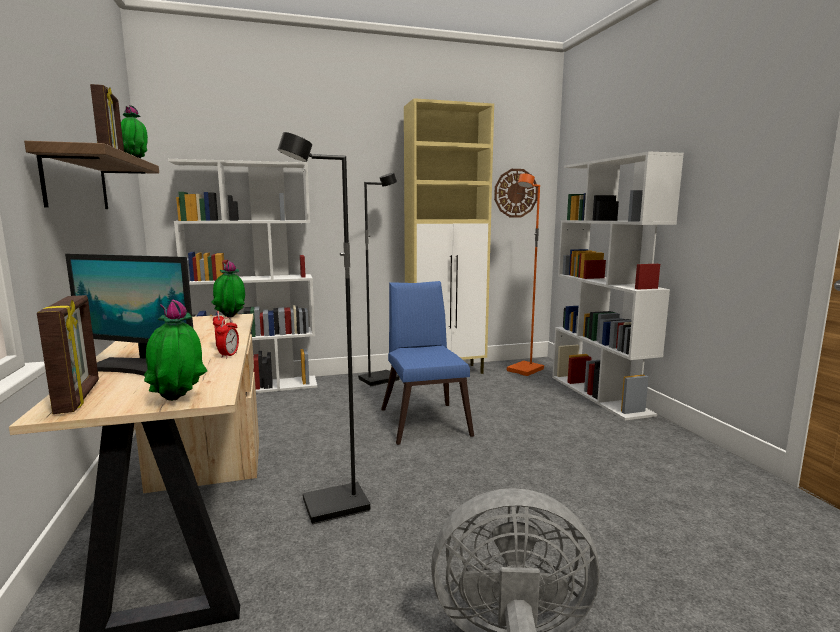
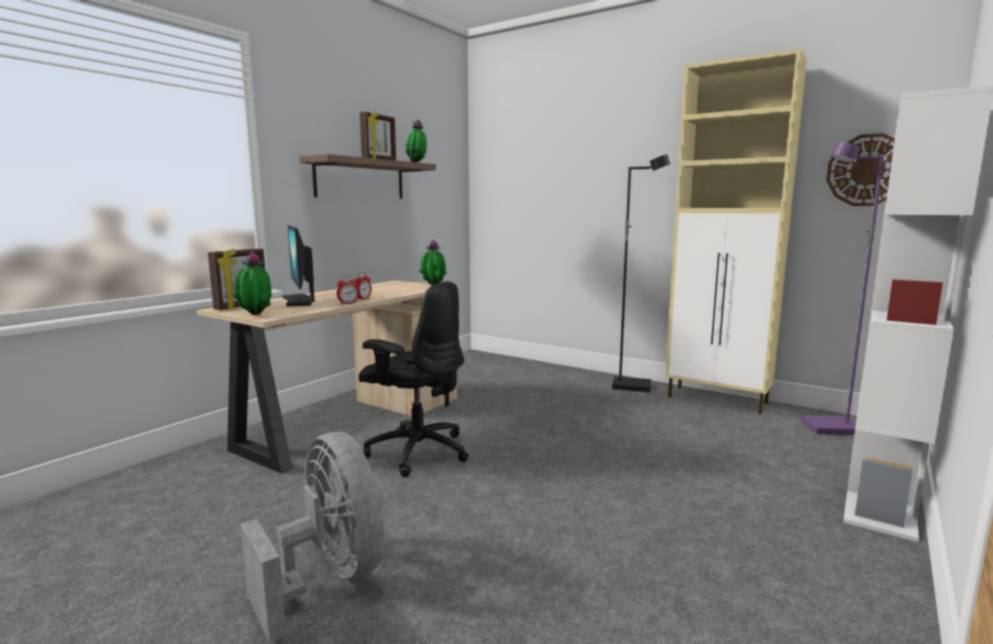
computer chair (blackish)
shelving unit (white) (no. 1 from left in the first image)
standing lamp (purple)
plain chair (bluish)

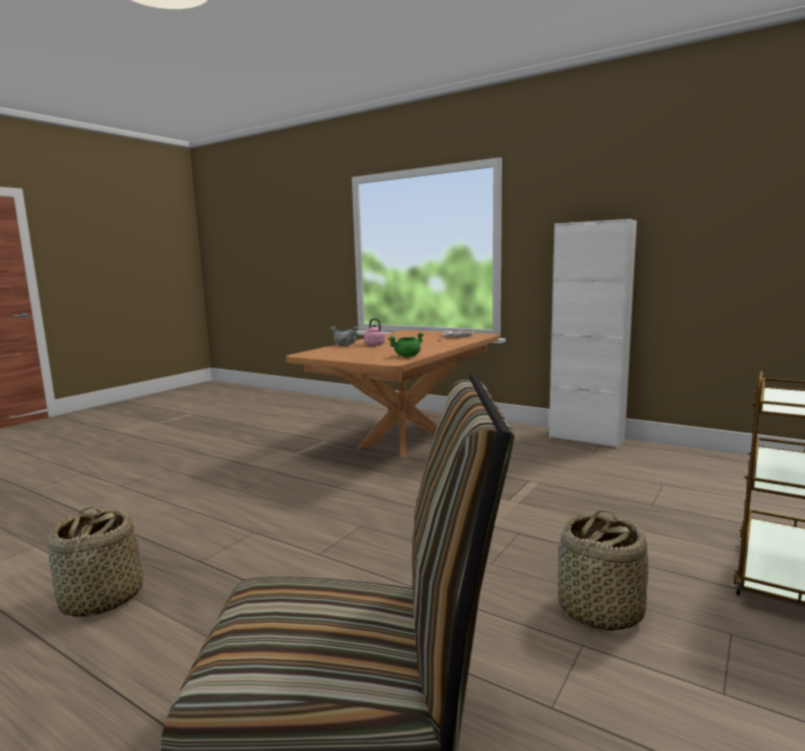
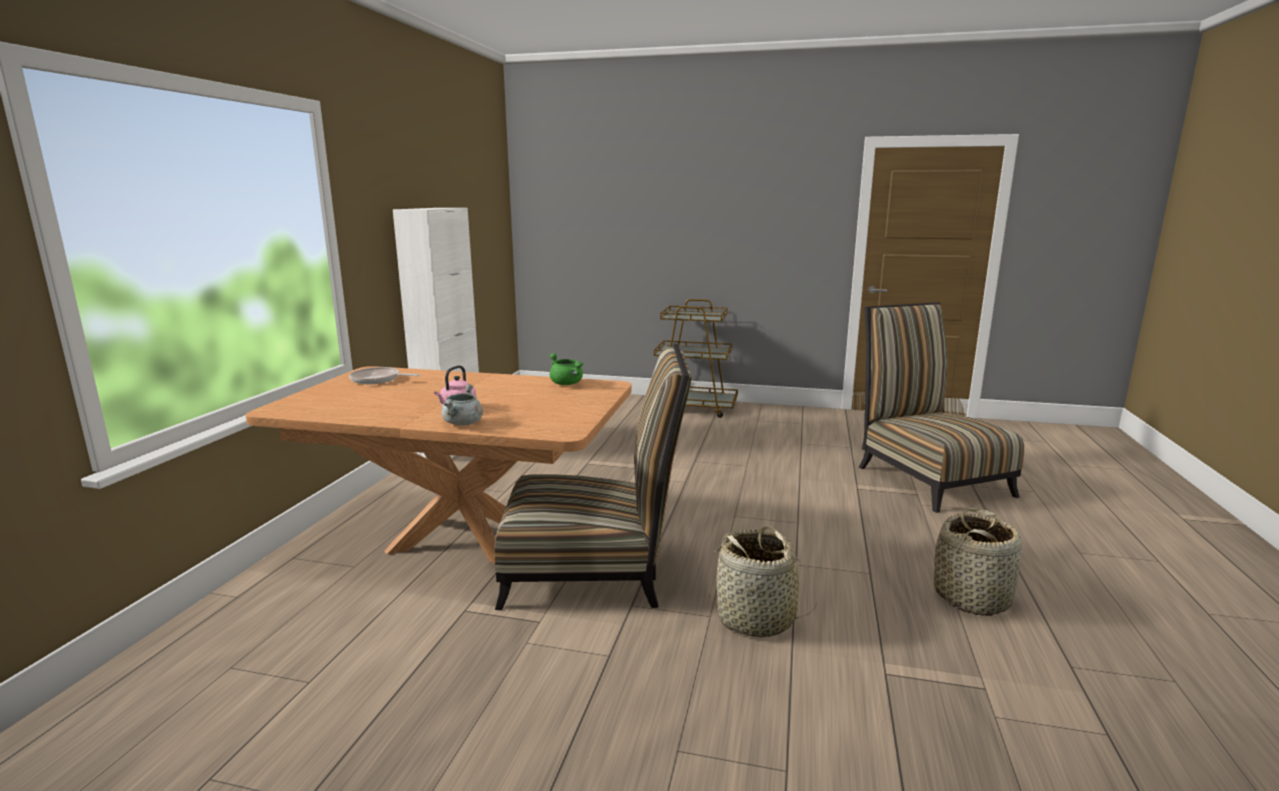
basket (no. 1 from left)
plain chair (no. 1 from left)

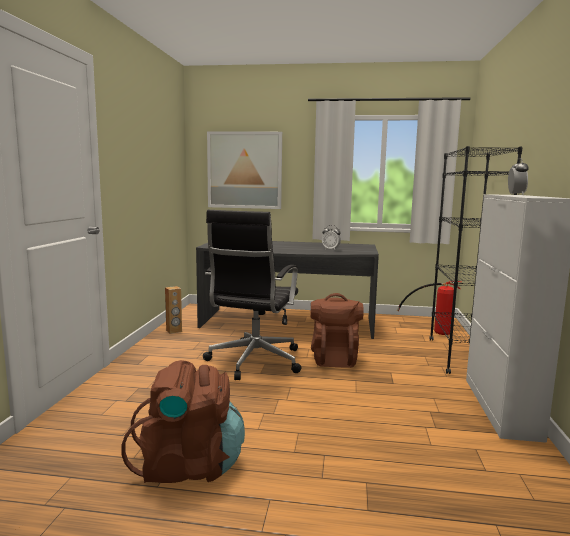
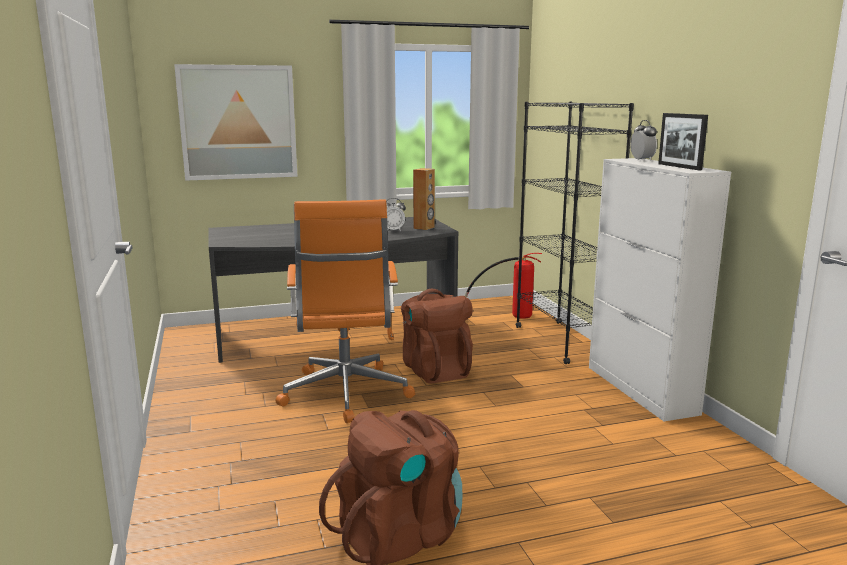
computer chair (orange-coloured)
audio speaker (brown)
photo frame

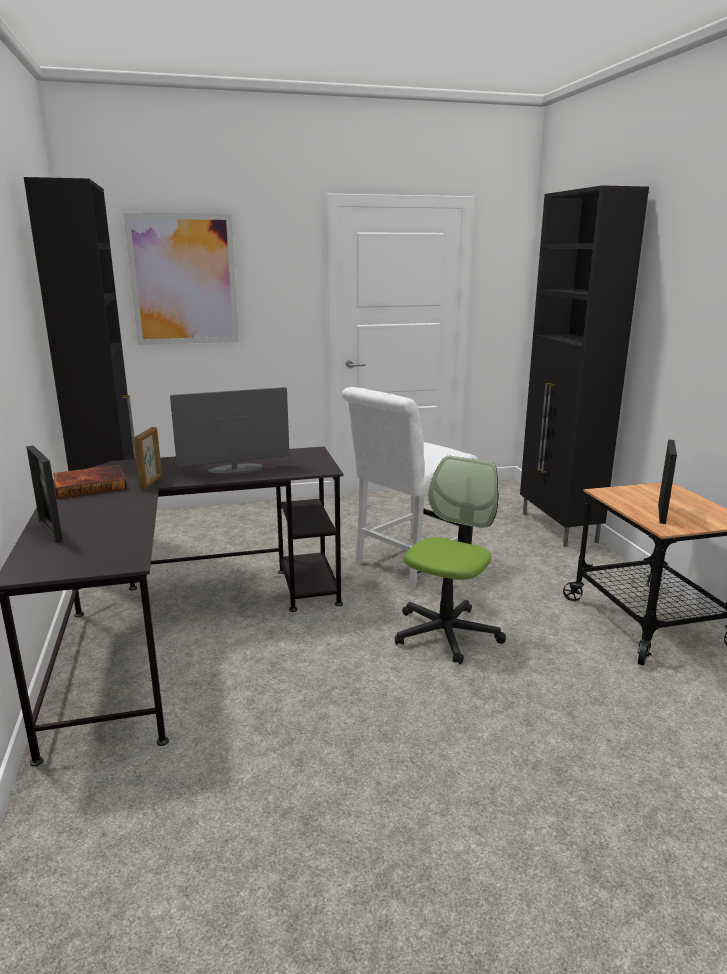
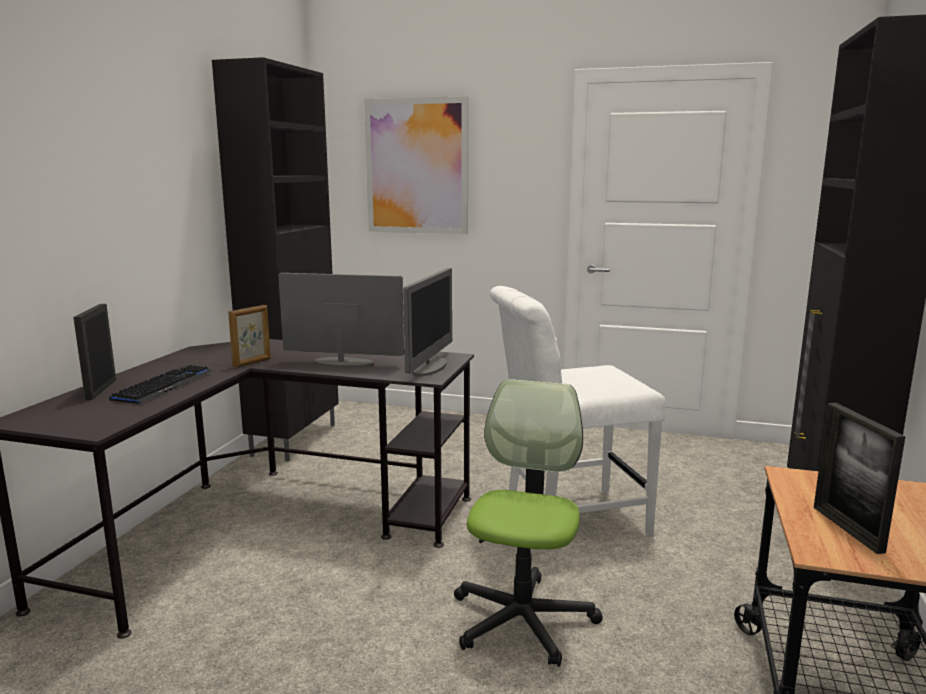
photo frame (no. 3 from left)
computer chair
book
computer screen (no. 2 from left)
computer keyboard

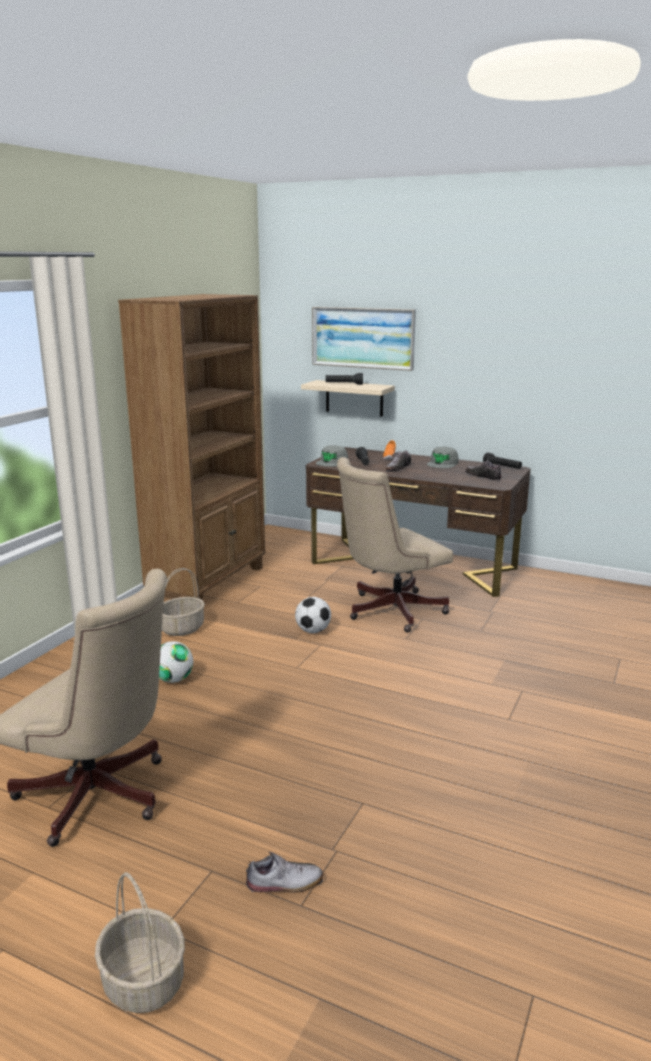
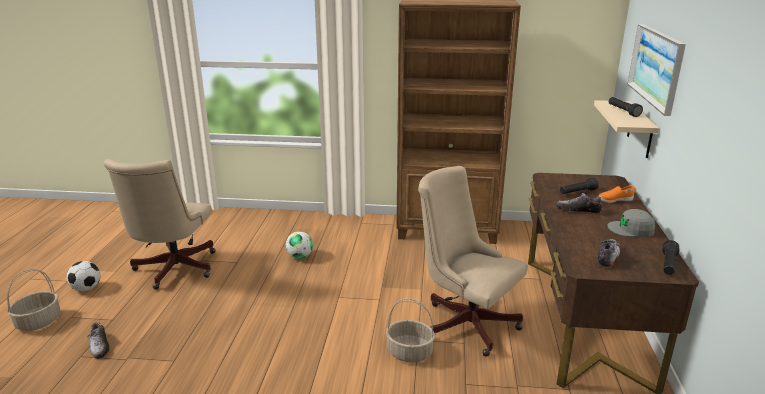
baseball cap (gray) (no. 1 from left in the first image)
basket (no. 2 from left)
football ball (no. 1 from left)

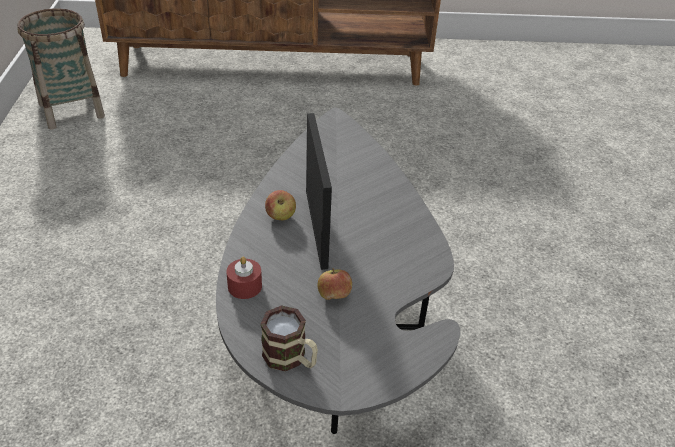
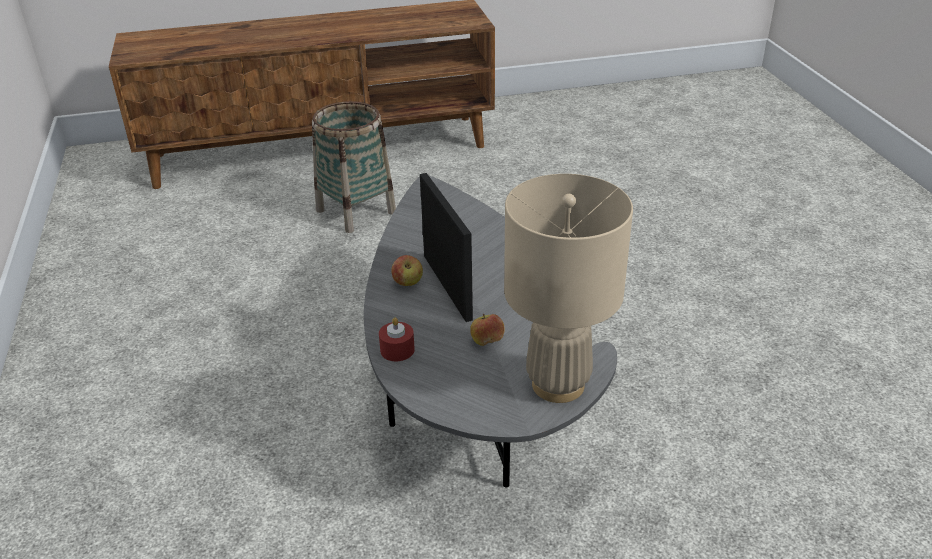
basket
mug
lamp for a table (beige-coloured)

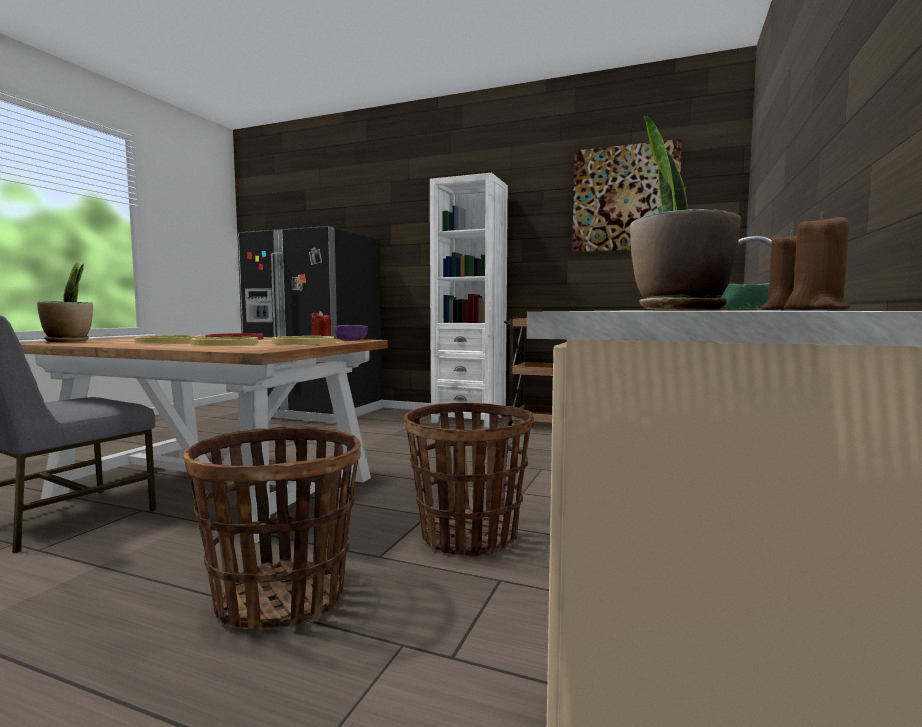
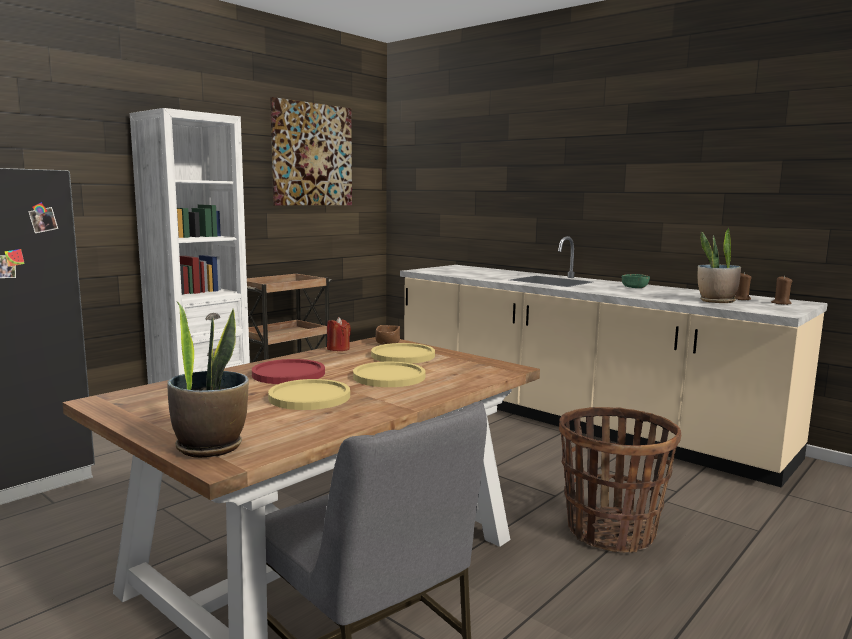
serving bowl (brown)
basket (no. 2 from left in the first image)

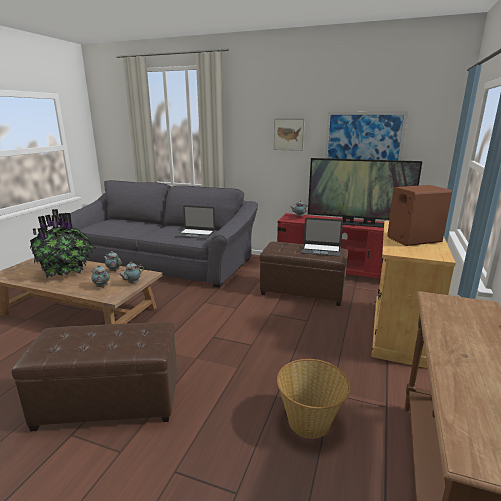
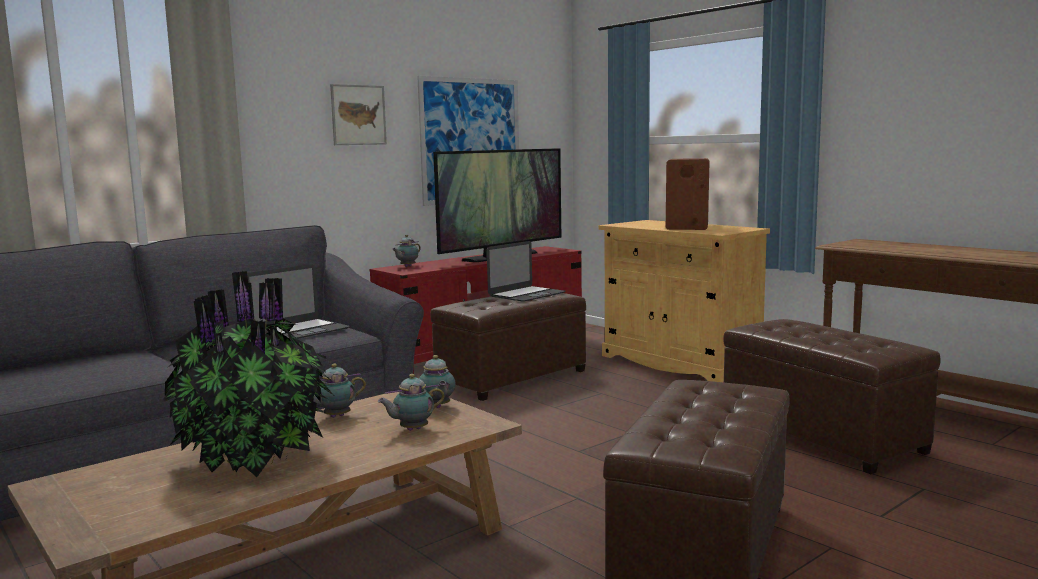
ottoman (brown) (no. 3 from left)

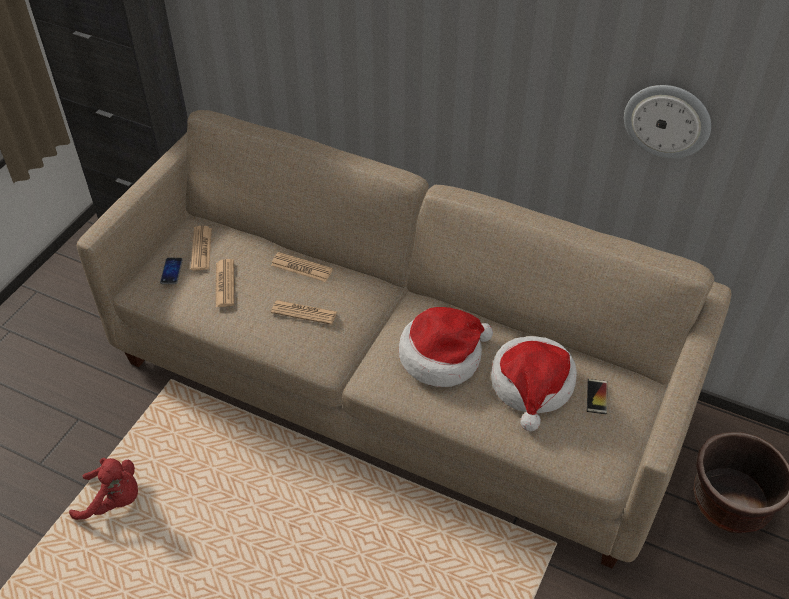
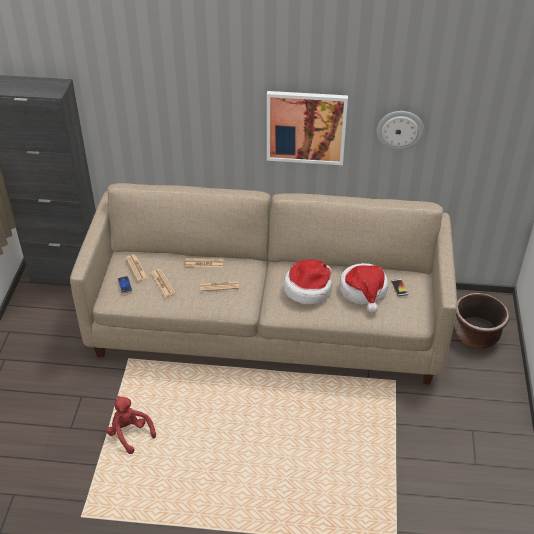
soft toy (red)
wall picture

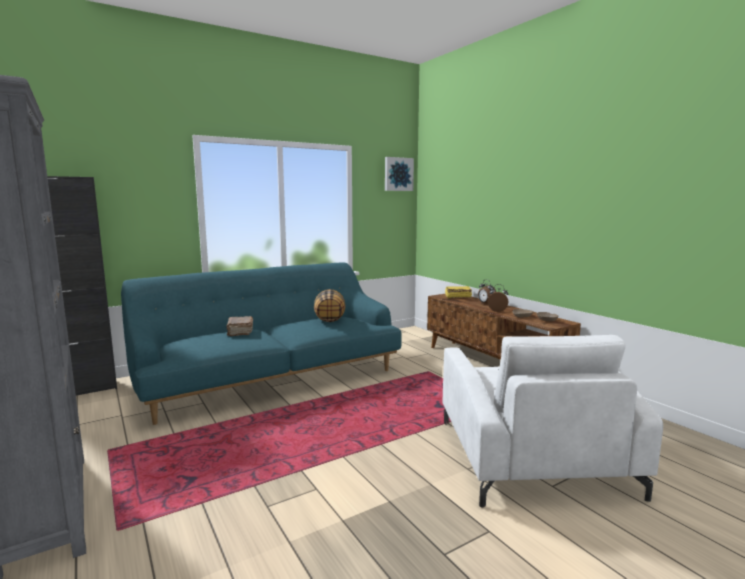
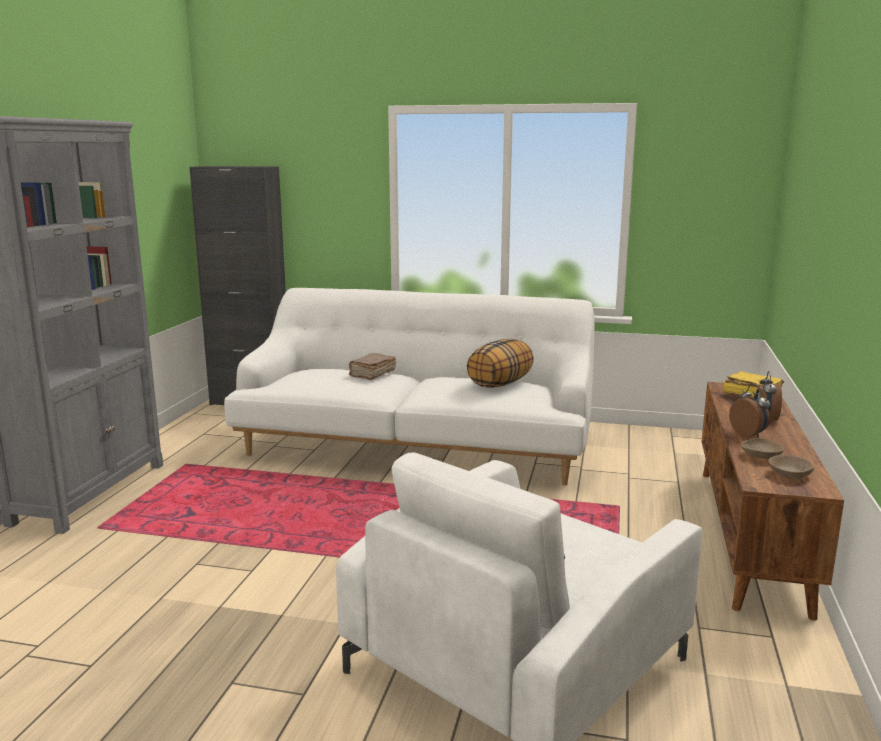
wall picture
sofa (white)

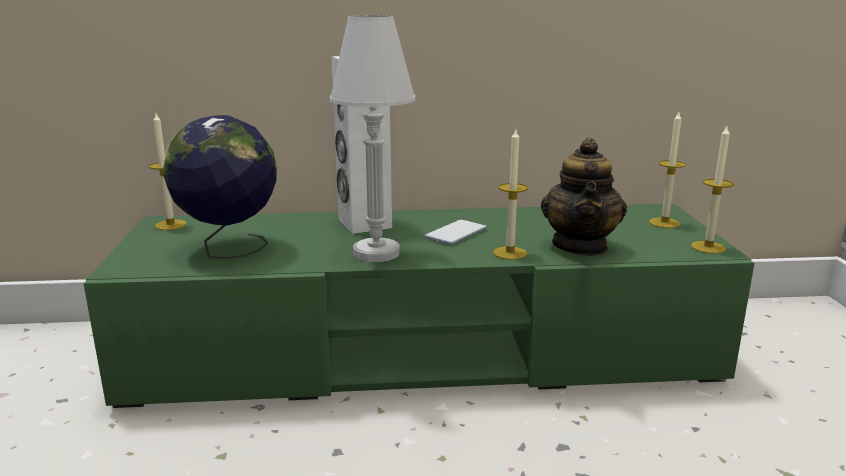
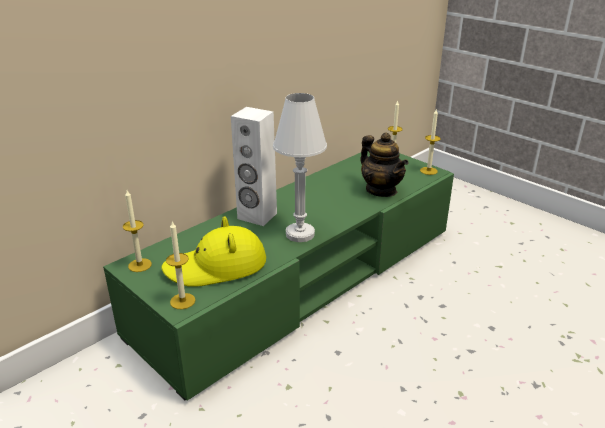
wearable hat (yellow-coloured)
candle (no. 2 from left)
phone

